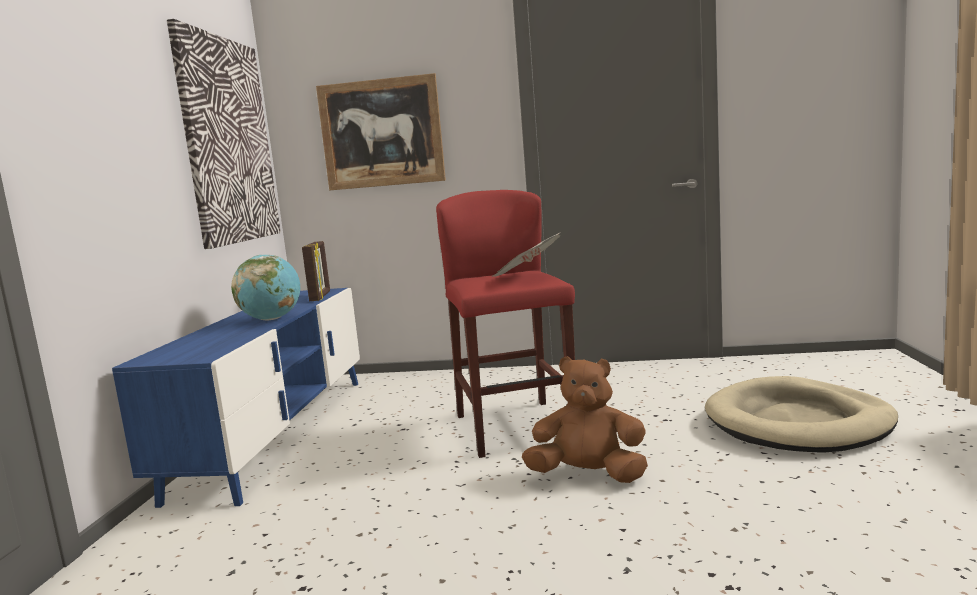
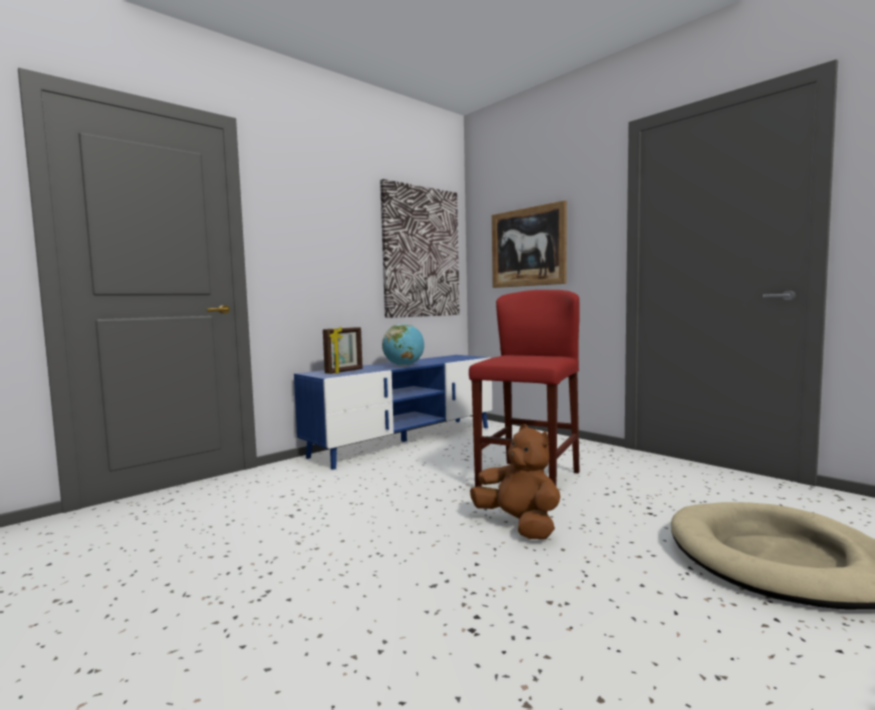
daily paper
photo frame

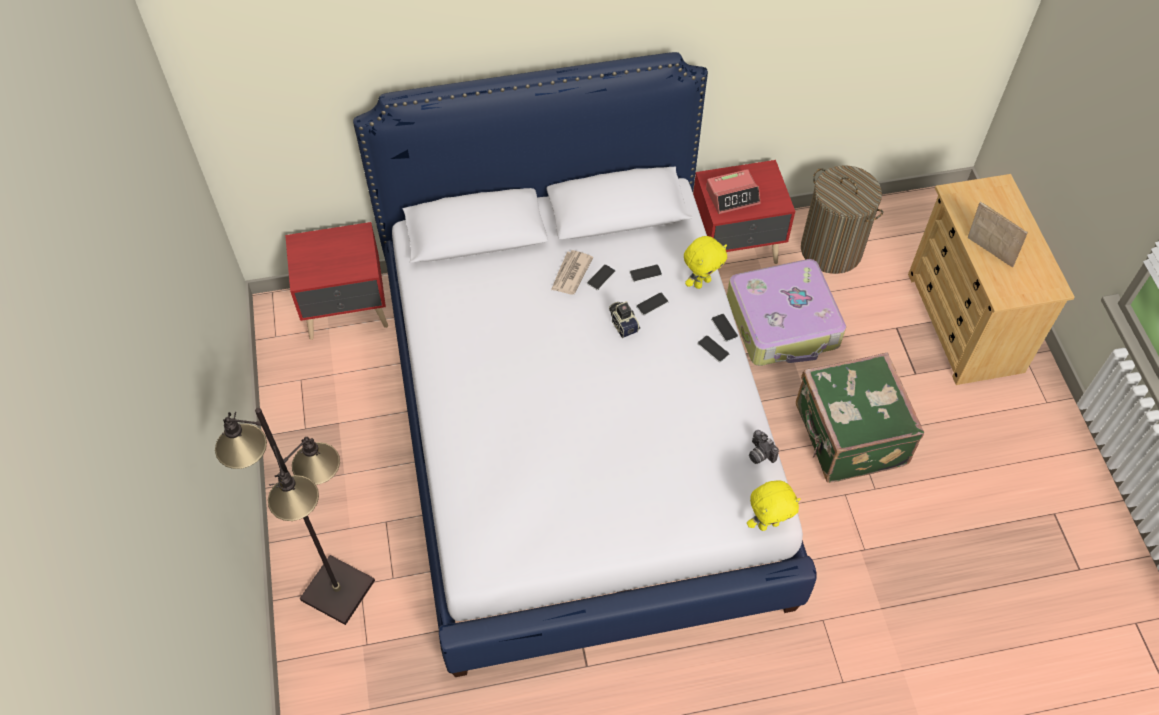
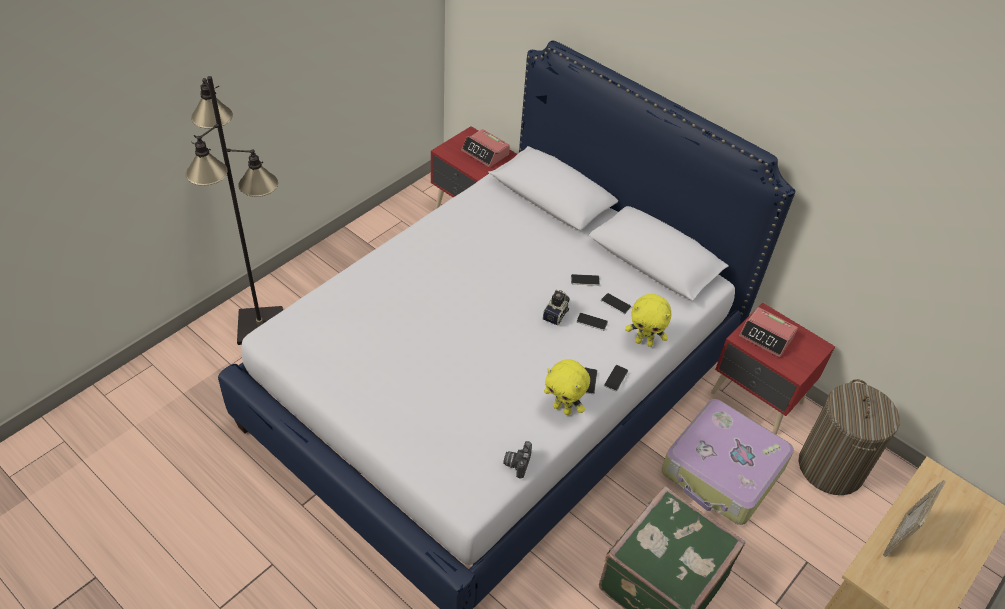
photo frame
daily paper
soft toy (yellow-coloured) (no. 1 from left)
bedside clock (no. 1 from left)

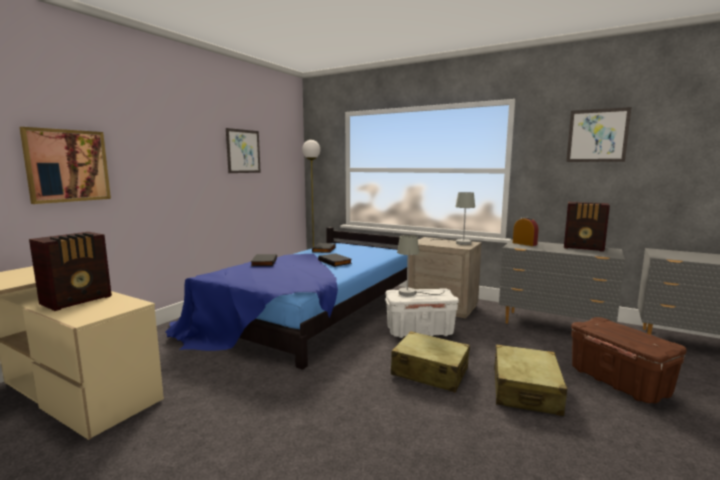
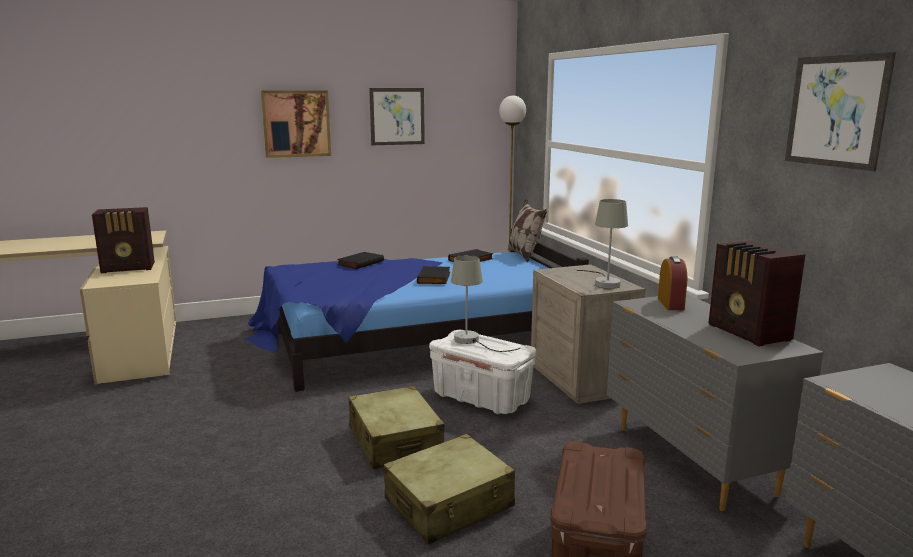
wall picture (no. 1 from left)
pillow

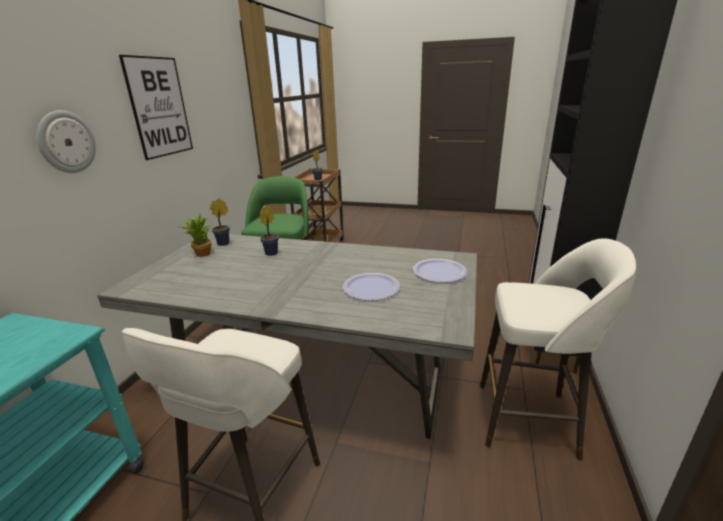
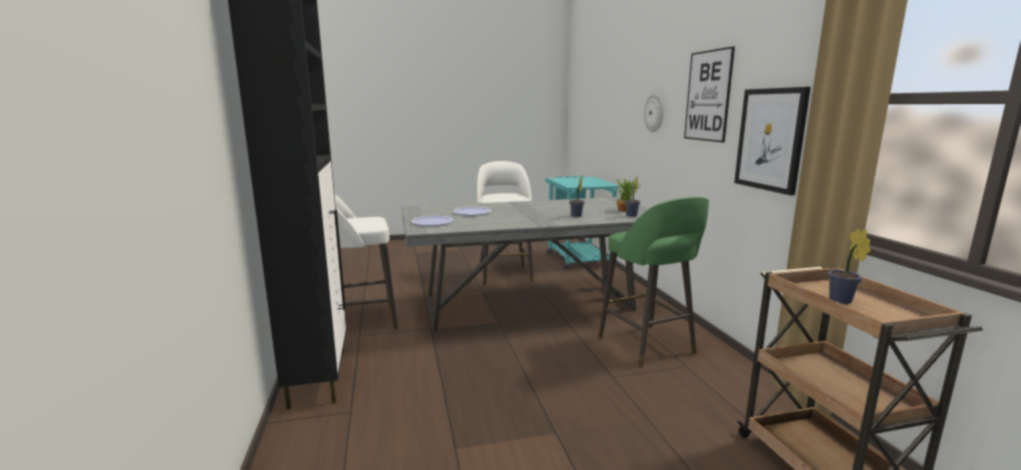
wall picture (no. 2 from left)

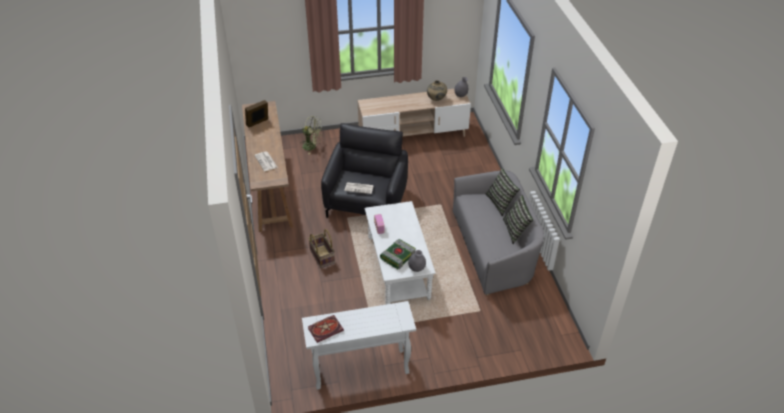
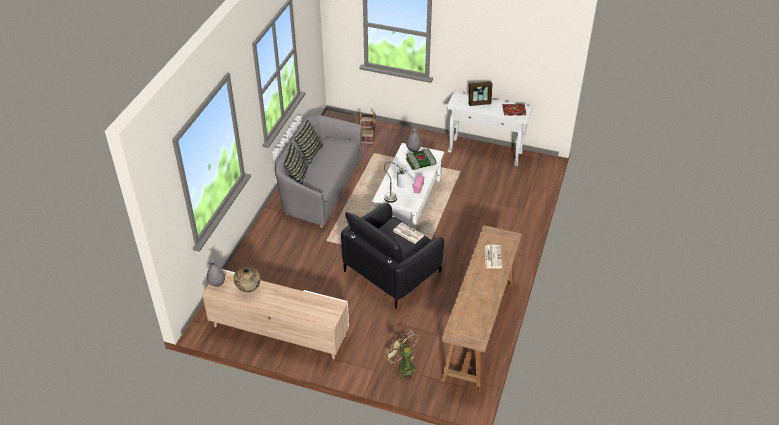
photo frame
basket
lamp for a table (gray)

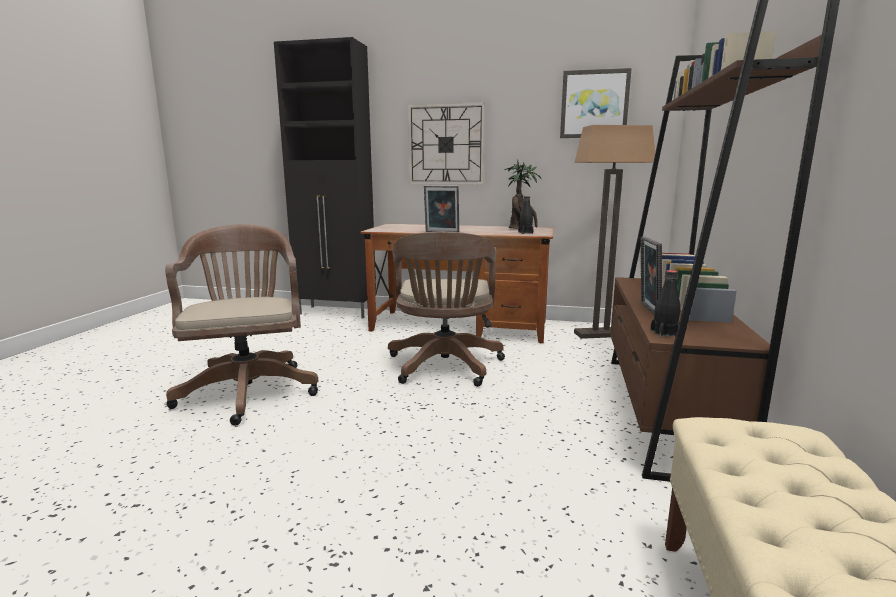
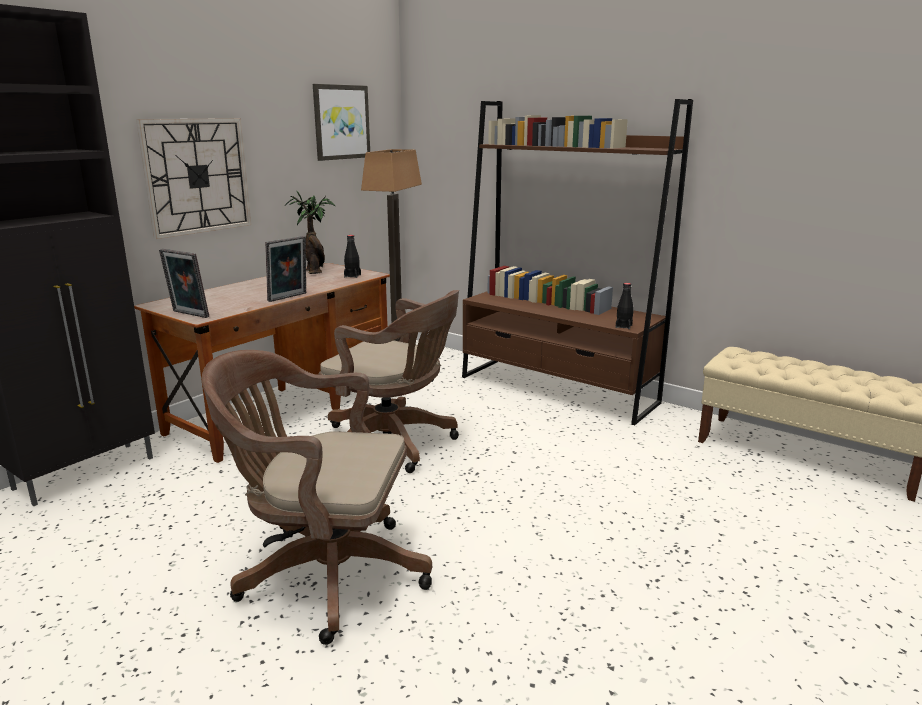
photo frame (no. 1 from left)

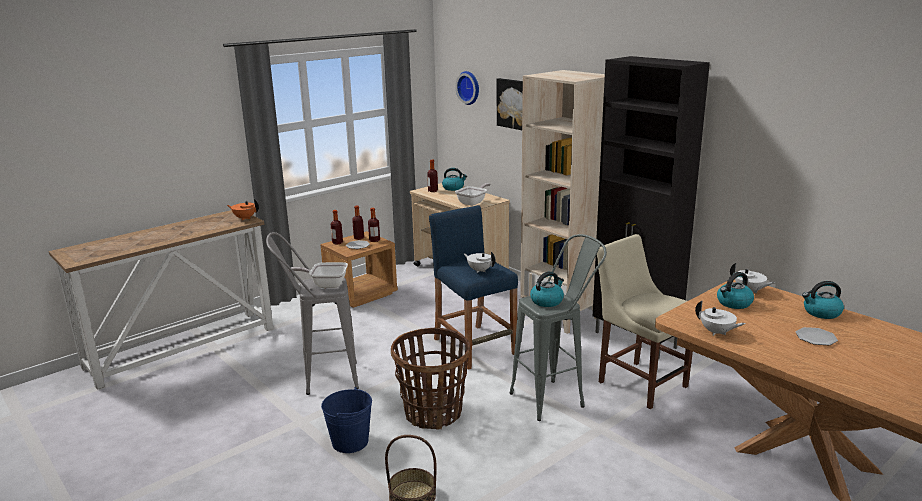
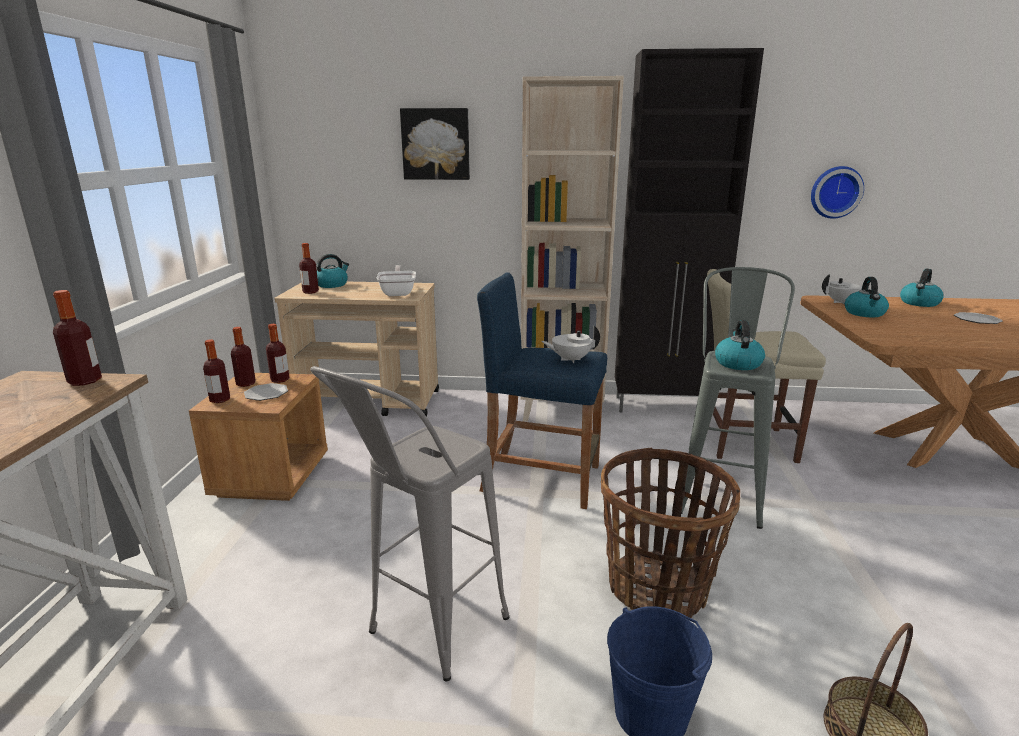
wall clock
drink bottle (no. 1 from left)
frying pan (no. 1 from left in the first image)
tea pot (white) (no. 2 from left in the first image)

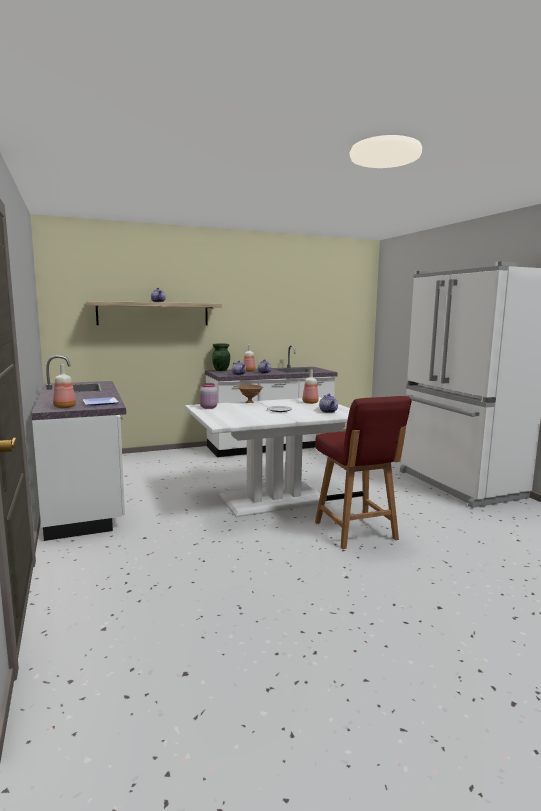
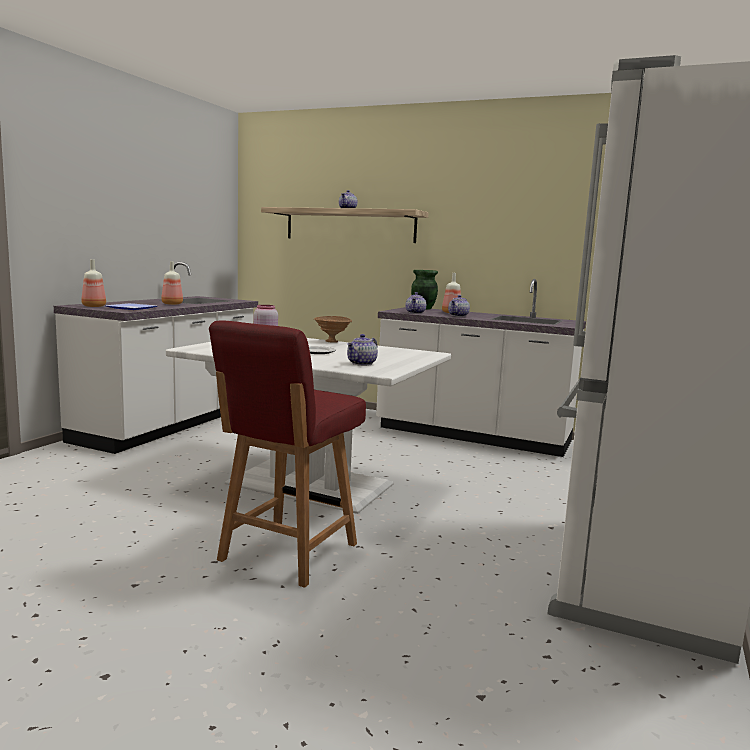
drink bottle (no. 2 from left)

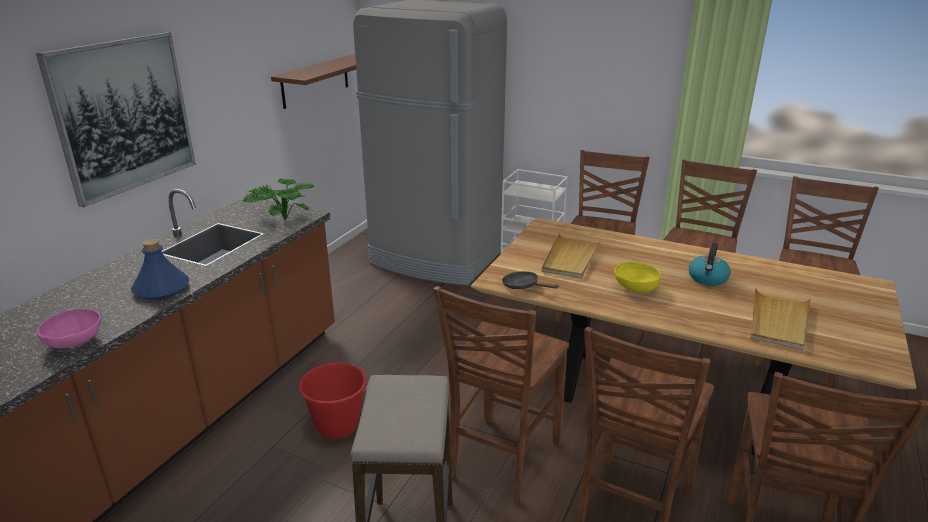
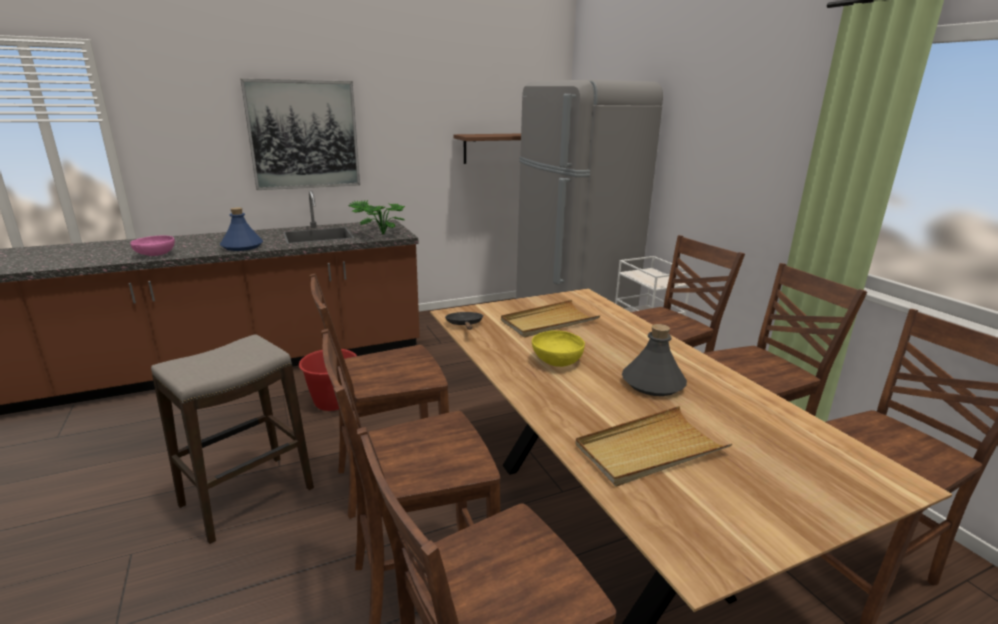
drink bottle (gray)

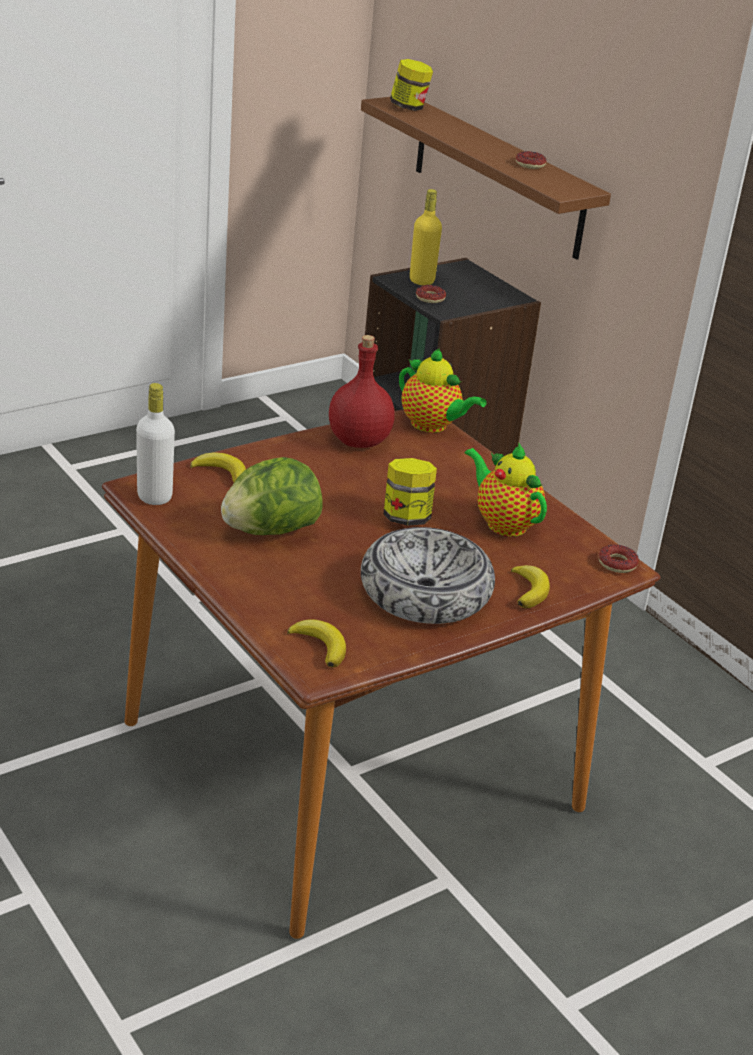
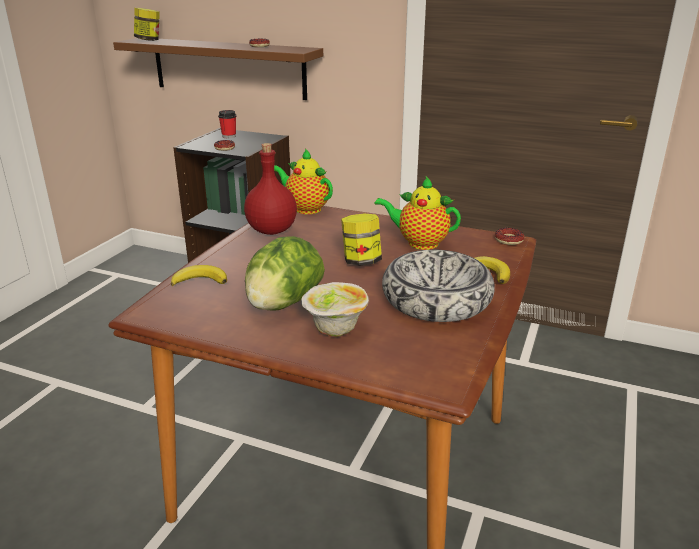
drink bottle (yellow-coloured)
tea pot (no. 1 from left)
drink bottle (white)
whole banana (no. 2 from left in the first image)
cup
serving bowl (no. 1 from left)

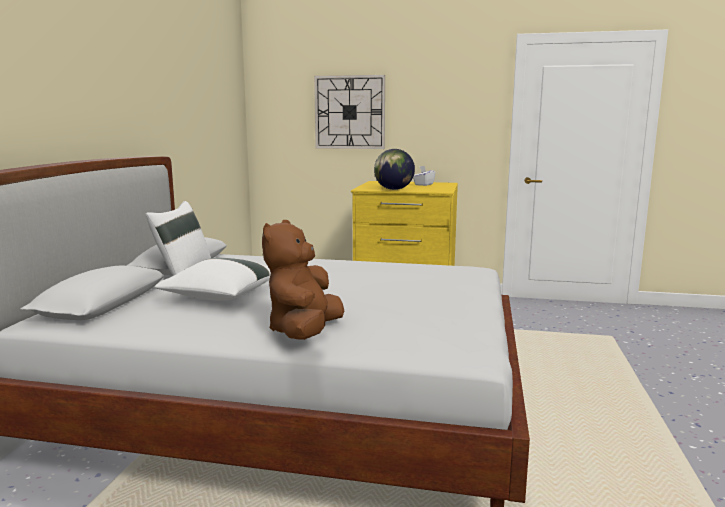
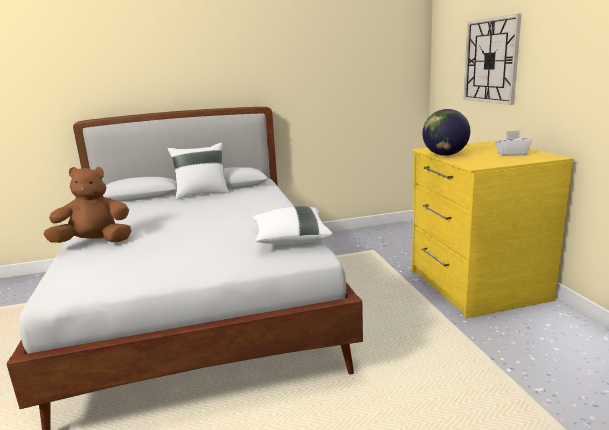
pillow (white) (no. 2 from left)

